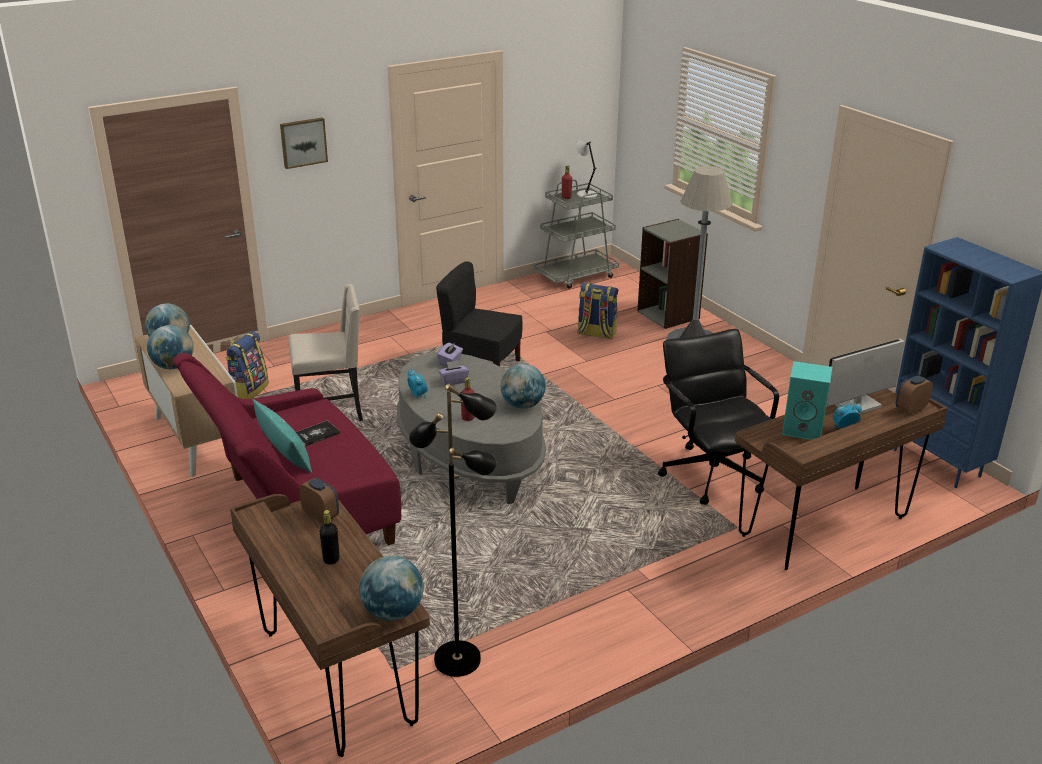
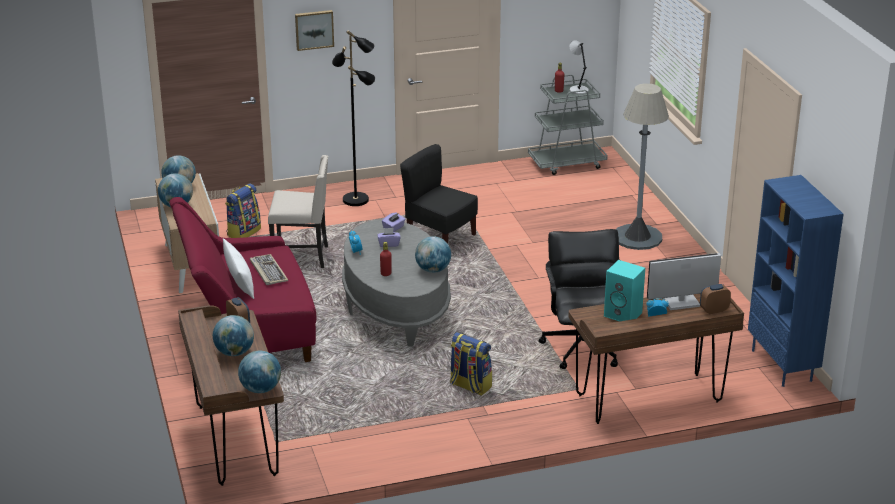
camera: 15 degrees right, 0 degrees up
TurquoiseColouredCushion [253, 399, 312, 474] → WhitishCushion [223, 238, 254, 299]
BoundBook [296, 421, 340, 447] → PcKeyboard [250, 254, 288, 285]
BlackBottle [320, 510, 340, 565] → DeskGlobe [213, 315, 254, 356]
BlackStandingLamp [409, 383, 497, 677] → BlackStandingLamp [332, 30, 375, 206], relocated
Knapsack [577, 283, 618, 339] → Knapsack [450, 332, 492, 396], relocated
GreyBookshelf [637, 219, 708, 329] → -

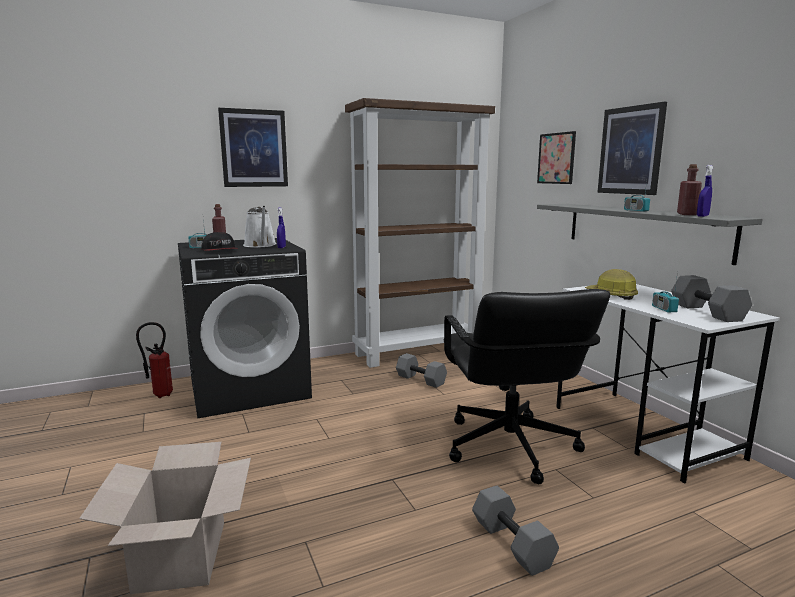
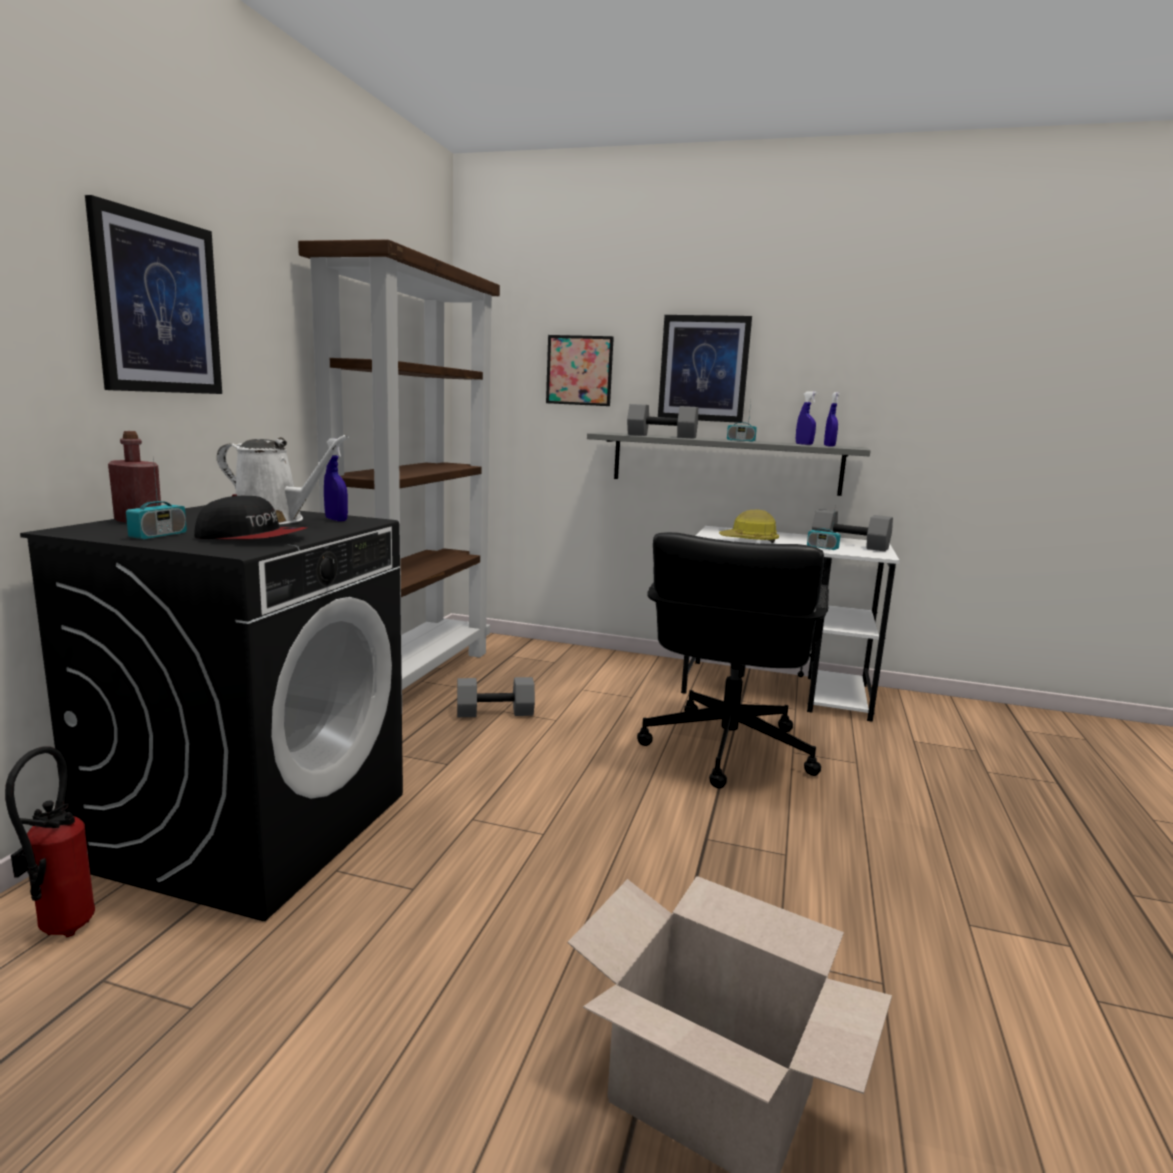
camera: 50 degrees left, 0 degrees up
BlackComputerChair [444, 289, 610, 484] → BlackComputerChair [637, 532, 829, 789], 75 degrees clockwise
GreyHandWeight [472, 486, 559, 576] → GreyHandWeight [627, 404, 698, 439], relocated
RedColouredBottle [677, 164, 702, 215] → BlueColouredSprayer [796, 391, 818, 445]

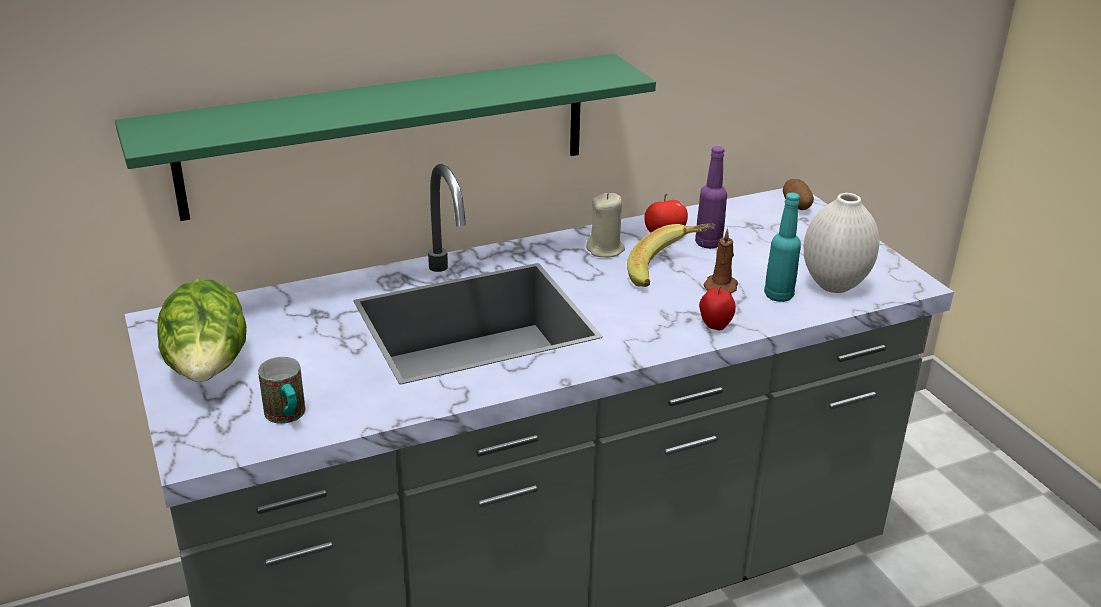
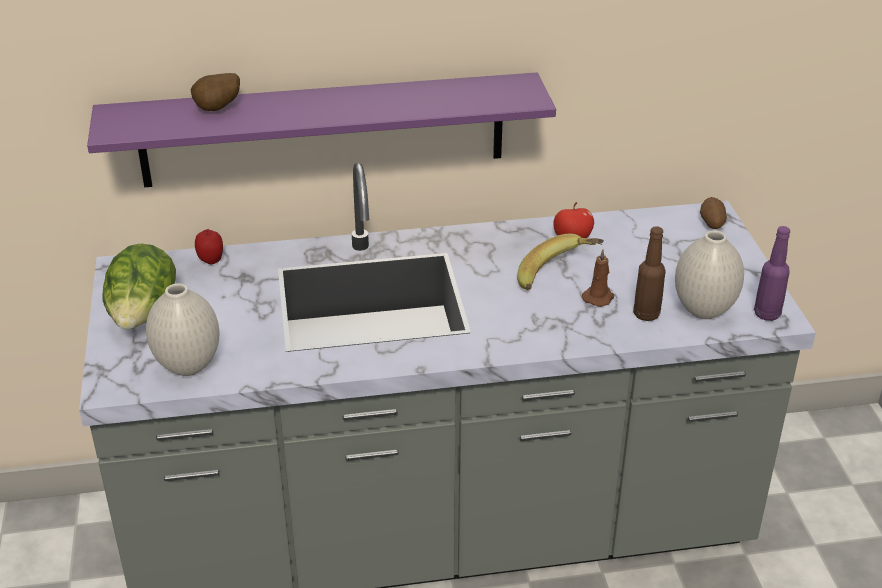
camera: 15 degrees right, 5 degrees up
GreenishShelf [115, 54, 656, 221] → PurpleColouredShelf [87, 72, 556, 187]
Mug [258, 357, 305, 424] → WhitishVase [146, 283, 219, 376]
BeigeColouredWaxCandle [586, 193, 625, 257] → -
PurpleColouredBottle [695, 146, 727, 249] → PurpleColouredBottle [754, 226, 790, 321], relocated
WholeApple [699, 286, 736, 330] → WholeApple [195, 229, 223, 264], relocated
TurquoiseColouredBottle [764, 193, 801, 302] → BrownishBottle [633, 226, 666, 321]
- → Potato [191, 73, 240, 111]

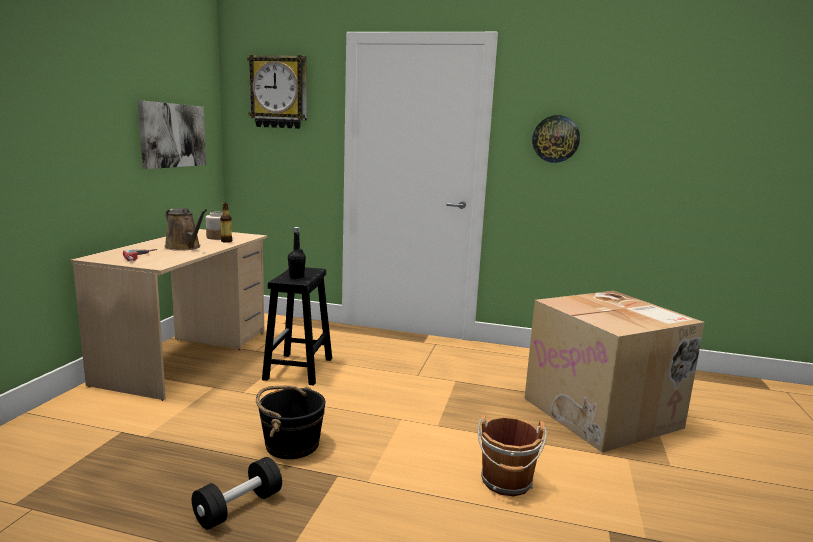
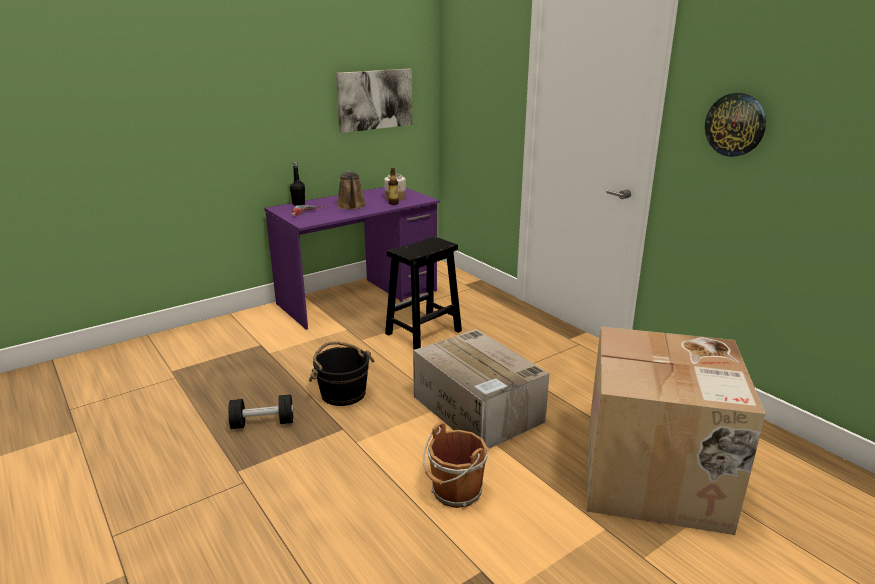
camera: 40 degrees right, 10 degrees up
BeigeColouredDesk [70, 229, 267, 401] → PurpleColouredDesk [264, 187, 440, 330]
WallClock [247, 55, 307, 129] → -
BlackBottle [288, 227, 306, 279] → BlackBottle [290, 162, 305, 206], relocated
- → PackingBox [413, 329, 550, 449]

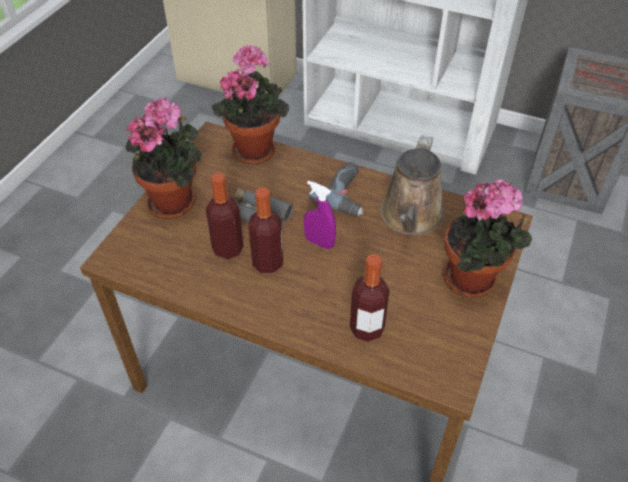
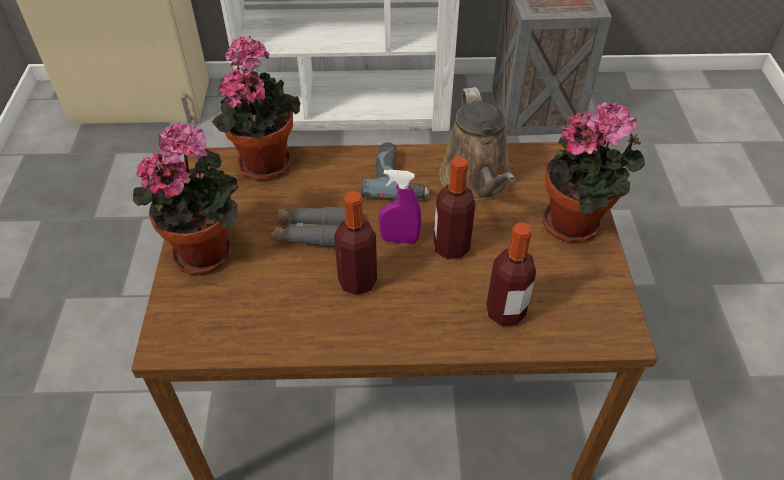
camera: 25 degrees left, 0 degrees up
Bottle [206, 173, 244, 259] → Bottle [434, 157, 475, 259], relocated

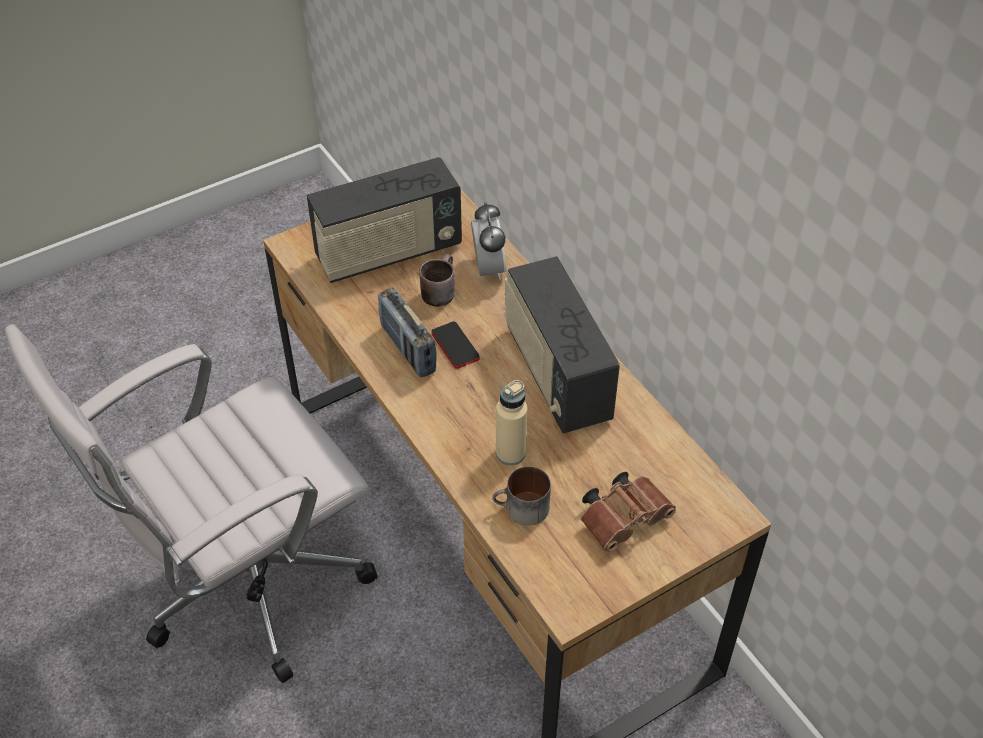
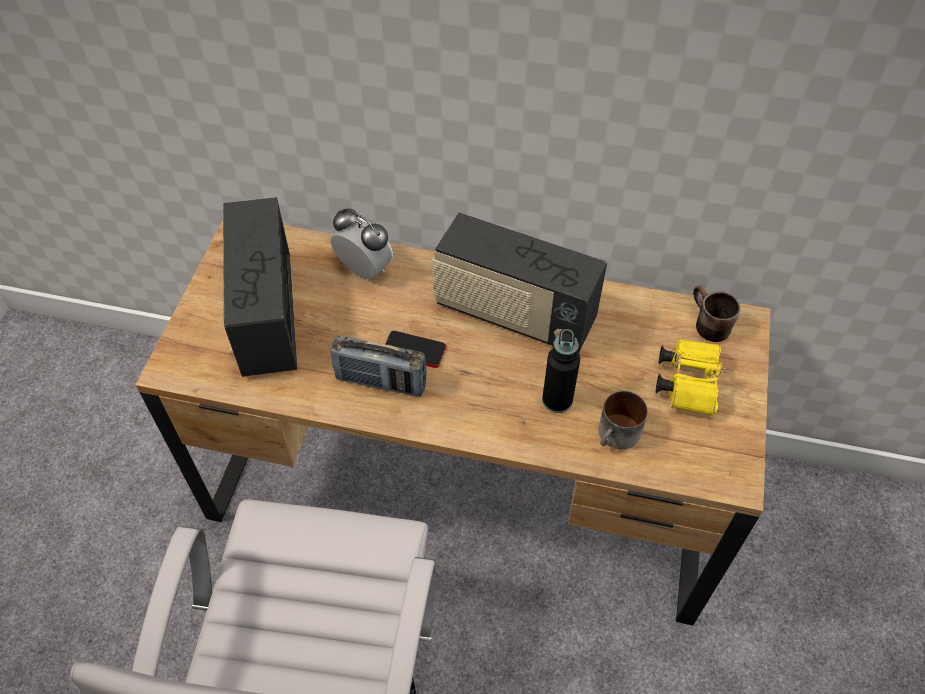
camera: 45 degrees left, 5 degrees up
RadioSet [307, 157, 462, 283] → RadioSet [223, 197, 297, 377], 150 degrees clockwise
BrownishMug [419, 253, 455, 307] → BrownishMug [693, 285, 741, 342], relocated
BeigeColouredBottle [496, 380, 527, 465] → BlackBottle [542, 329, 580, 413]
BrownishBinoculars [581, 472, 676, 552] → YellowBinoculars [656, 339, 726, 416]

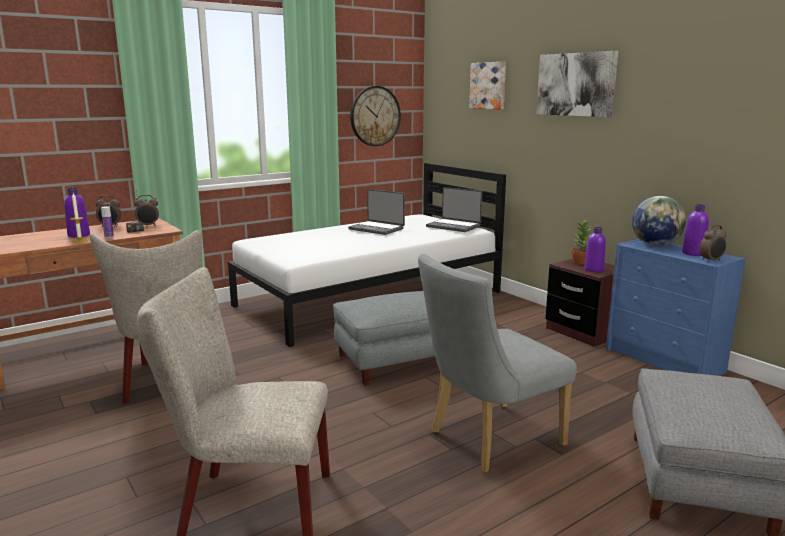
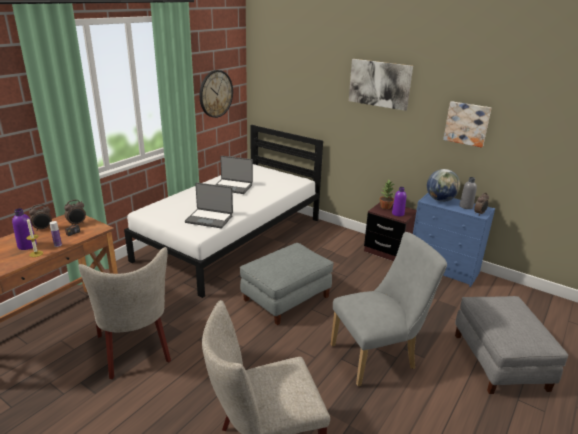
camera: 20 degrees left, 10 degrees up
GreyUprightChair [418, 254, 577, 473] → GreyUprightChair [331, 232, 447, 386], 150 degrees counterclockwise
NotebookComputer [426, 187, 482, 232] → NotebookComputer [185, 183, 233, 228], relocated
WallPicture [469, 62, 506, 110] → WallPicture [443, 101, 492, 148], relocated
PurpleColouredBottle [682, 204, 709, 256] → GreyBottle [459, 177, 477, 209]

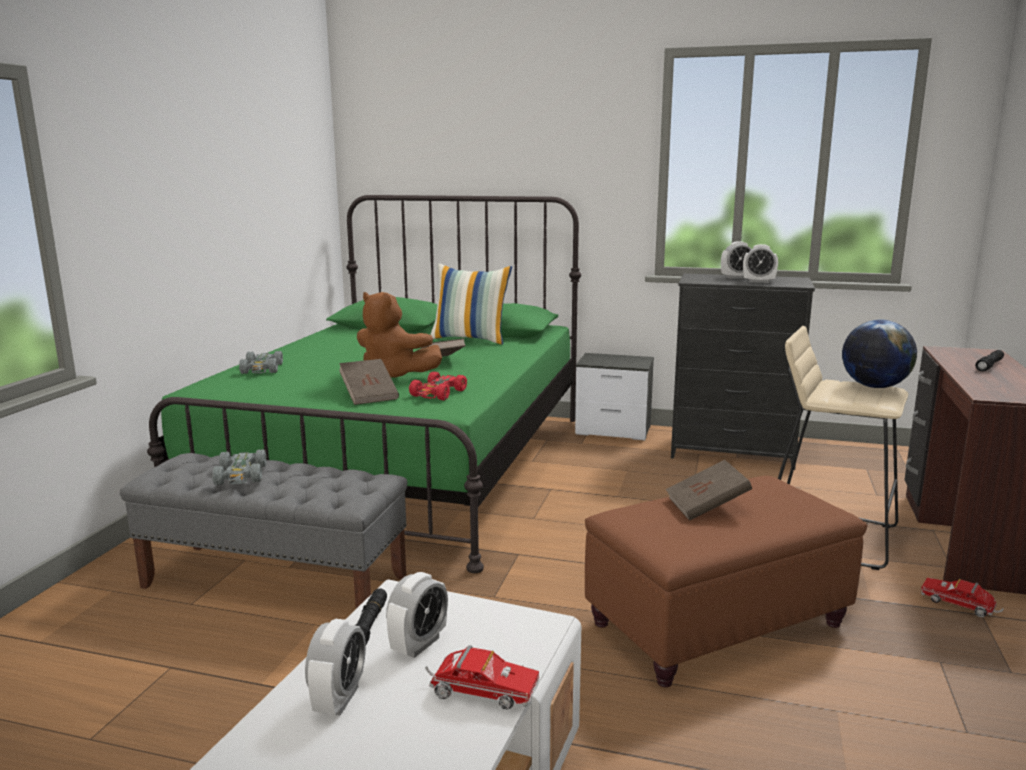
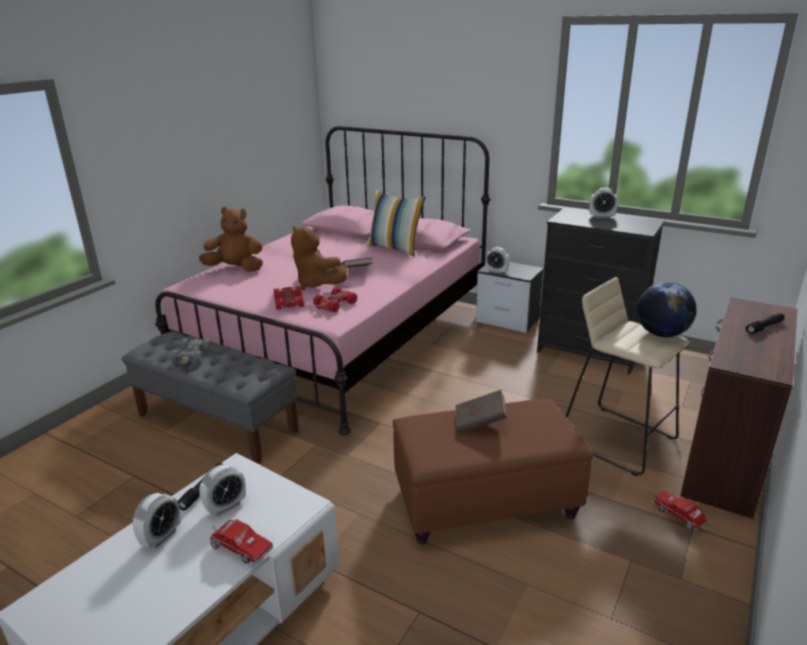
camera: 15 degrees right, 10 degrees up
GreenishBedroomBed [147, 195, 581, 573] → PinkColouredBedroomBed [155, 126, 491, 435]
GreyMiniatureCar [239, 351, 283, 374] → BrownishPlushToy [199, 207, 263, 272]
BrownishBoundBook [339, 359, 399, 405] → RedColouredMiniatureCar [273, 286, 304, 310]
AlarmClock [743, 244, 778, 283] → AlarmClock [485, 247, 510, 274], relocated

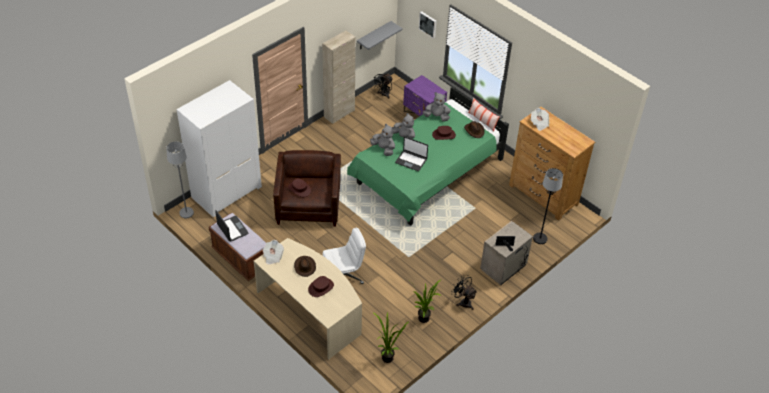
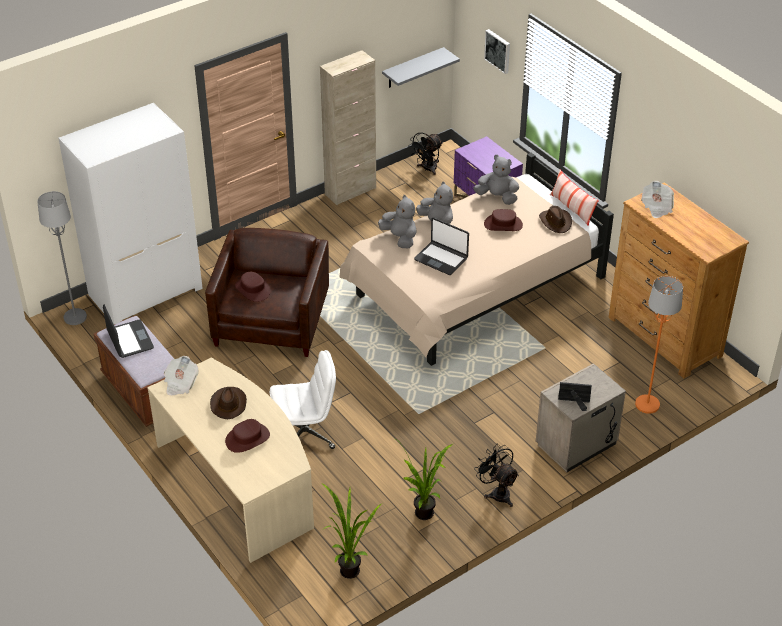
camera: 10 degrees right, 5 degrees down
GreenishBedroomBed [347, 86, 509, 226] → BeigeColouredBedroomBed [339, 153, 614, 366]
BlackStandingLamp [533, 168, 563, 244] → OrangeStandingLamp [635, 276, 683, 414]

